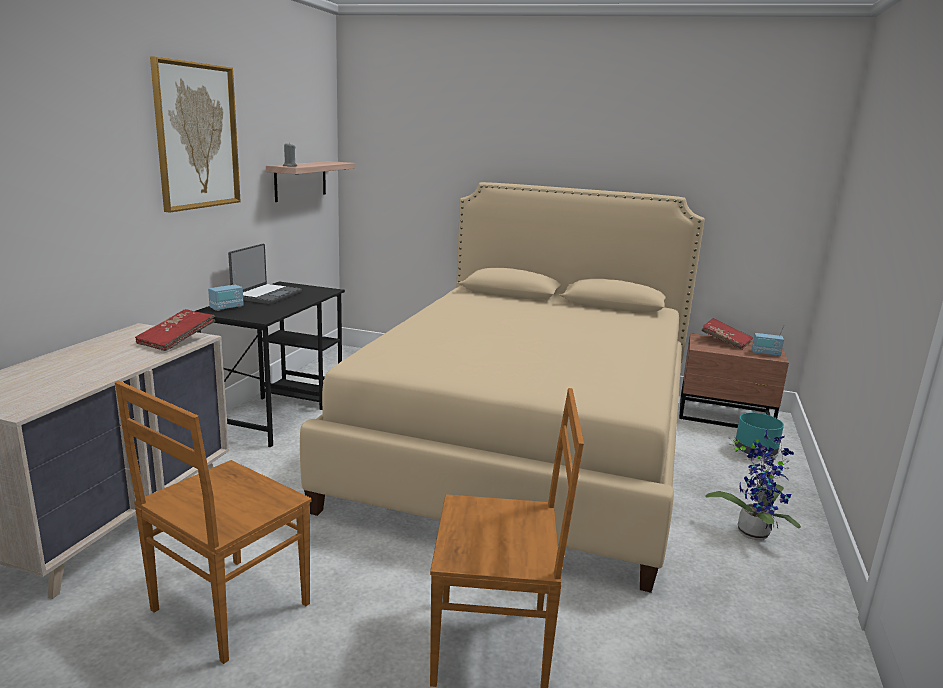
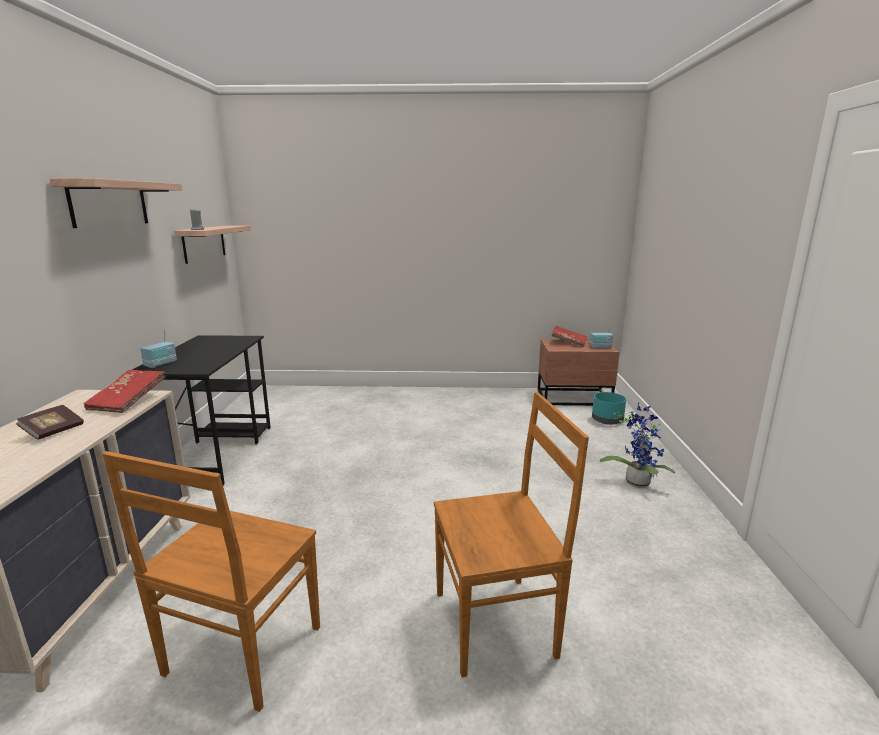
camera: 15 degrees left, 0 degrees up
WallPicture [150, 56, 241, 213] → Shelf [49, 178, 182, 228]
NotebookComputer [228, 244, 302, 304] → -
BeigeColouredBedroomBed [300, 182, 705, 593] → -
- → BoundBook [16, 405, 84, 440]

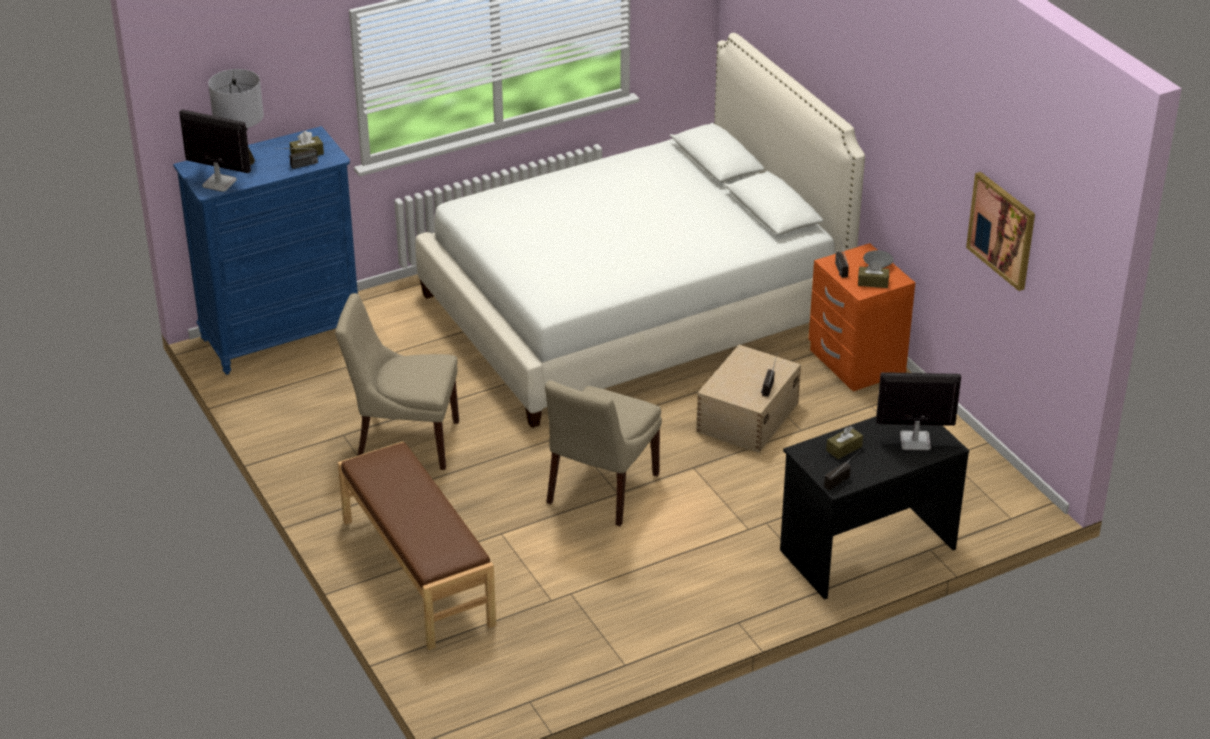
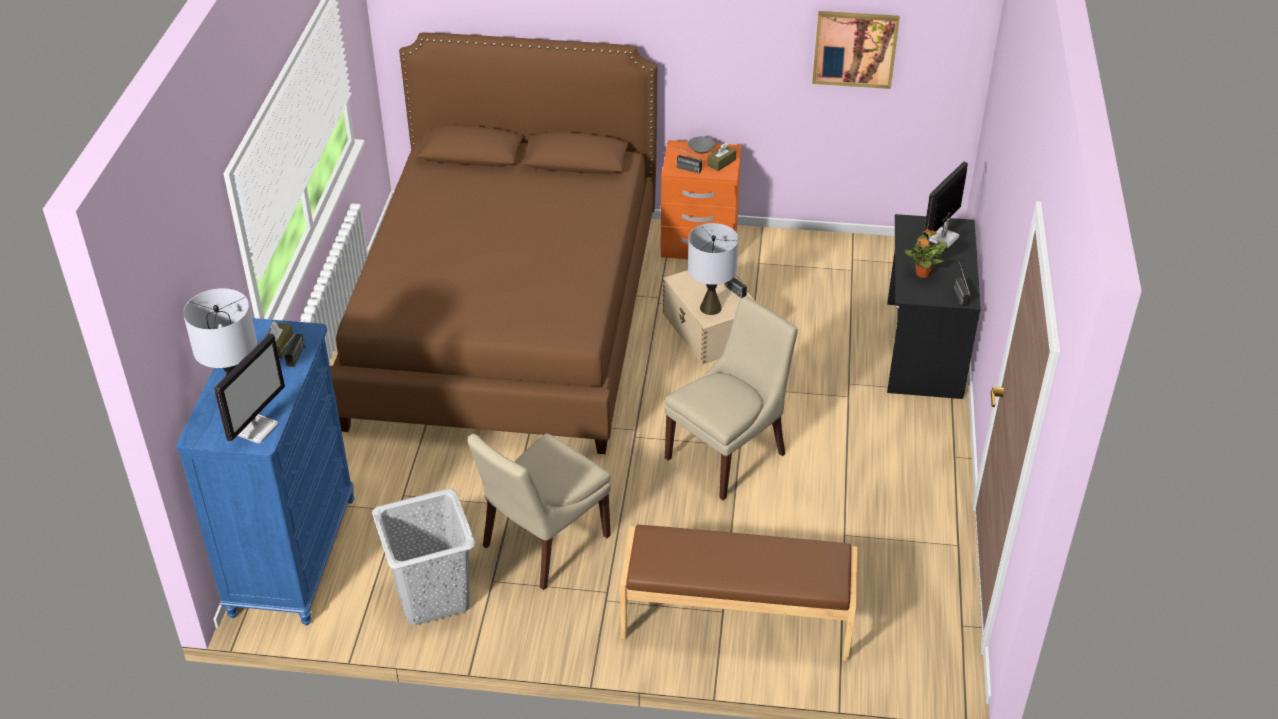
camera: 55 degrees left, 5 degrees up
Monitor [179, 110, 251, 192] → Monitor [214, 333, 285, 443], 150 degrees clockwise
WhitishBedroomBed [416, 33, 865, 428] → BrownishBedroomBed [330, 32, 657, 454]
BeigeColouredUprightChair [545, 380, 662, 526] → BeigeColouredUprightChair [664, 296, 798, 500], 105 degrees counterclockwise
BrownishTissueBox [826, 426, 863, 459] → PottedPlant [905, 229, 947, 278]
- → GreyHamper [372, 488, 475, 626]
- → GreyTabletopLamp [688, 223, 739, 315]

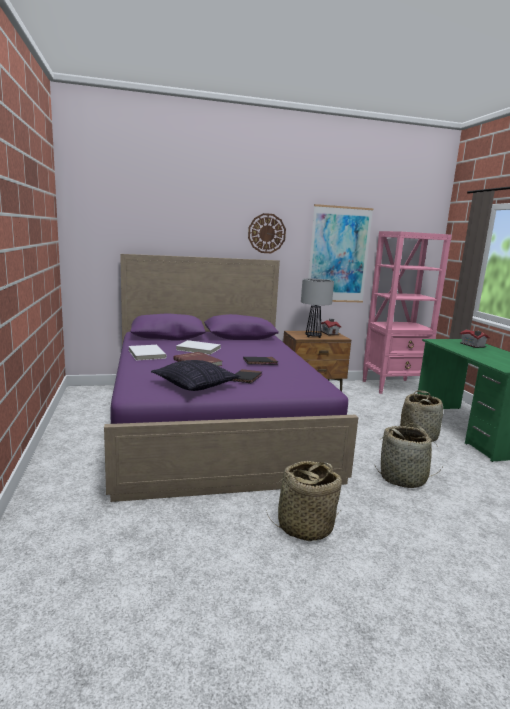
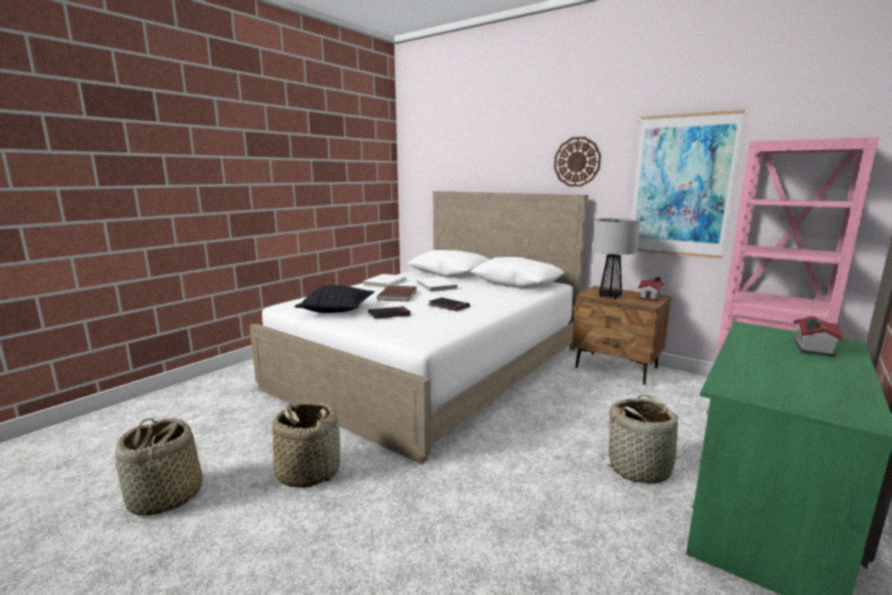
camera: 50 degrees right, 0 degrees up
PurpleColouredBedroomBed [104, 254, 358, 502] → WhitishBedroomBed [249, 191, 588, 464]
HouseholdBasket [374, 423, 444, 488] → HouseholdBasket [115, 418, 203, 516], relocated

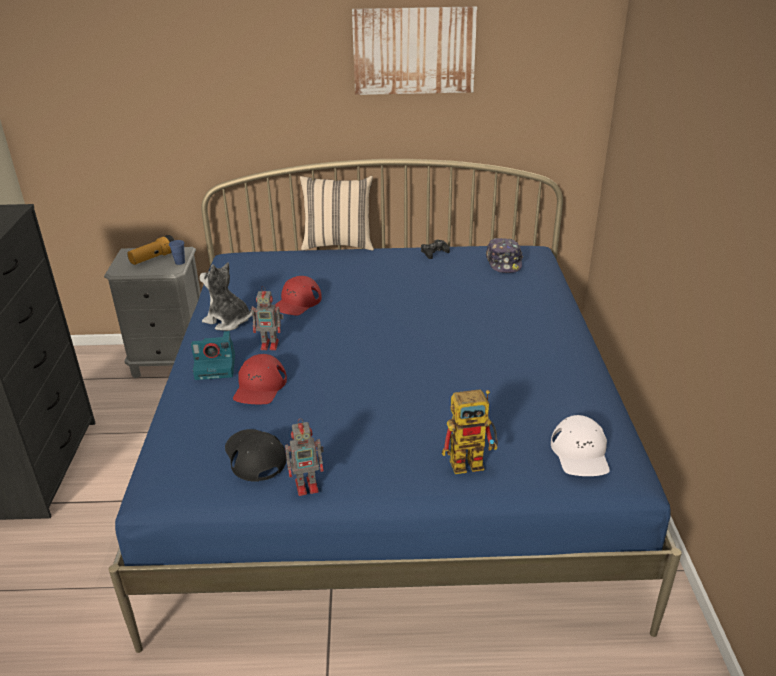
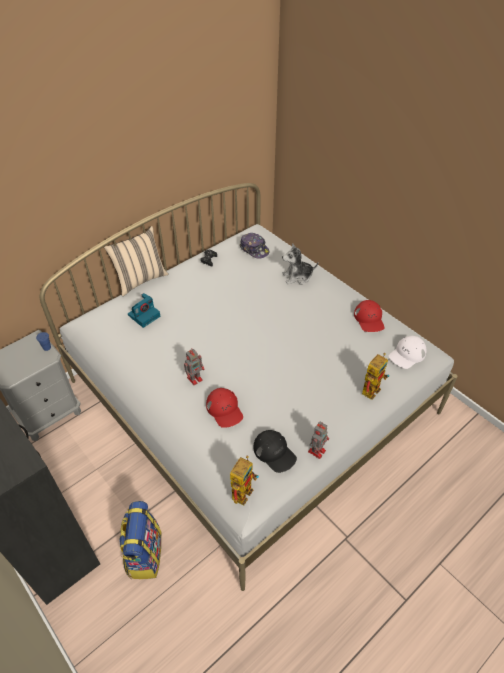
camera: 40 degrees left, 15 degrees up
BlueColouredBedroomBed [109, 159, 682, 653] → WhitishBedroomBed [40, 183, 458, 591]
Flashlight [127, 235, 174, 265] → -
PhotoCamera [191, 331, 235, 380] → PhotoCamera [128, 293, 160, 328], relocated
PlushToy [200, 262, 253, 331] → PlushToy [282, 243, 319, 285], relocated
BlackBaseballCap [225, 429, 286, 482] → BlackBaseballCap [254, 430, 297, 473], 150 degrees counterclockwise
RedColouredBaseballCap [275, 276, 322, 316] → RedColouredBaseballCap [354, 300, 385, 332], relocated
WallPicture [352, 6, 477, 95] → -
WhitishBaseballCap [551, 415, 610, 476] → WhitishBaseballCap [389, 336, 427, 369], 90 degrees clockwise
- → Knapsack [119, 501, 162, 579]
- → ModelRobot [230, 456, 259, 505]

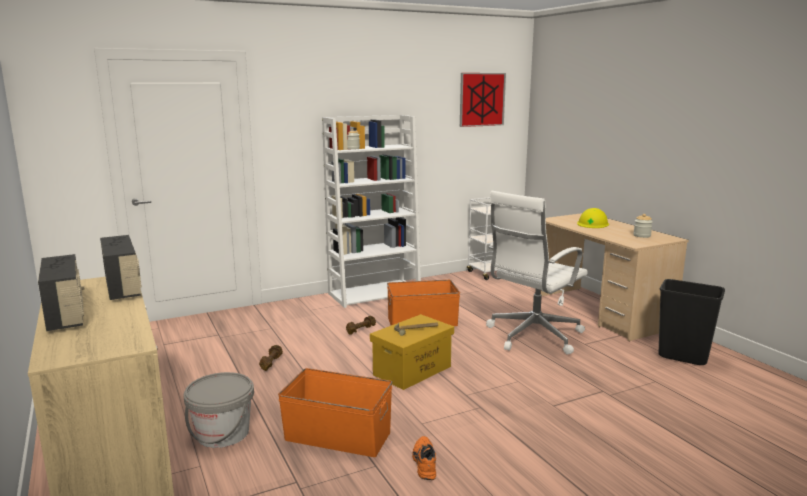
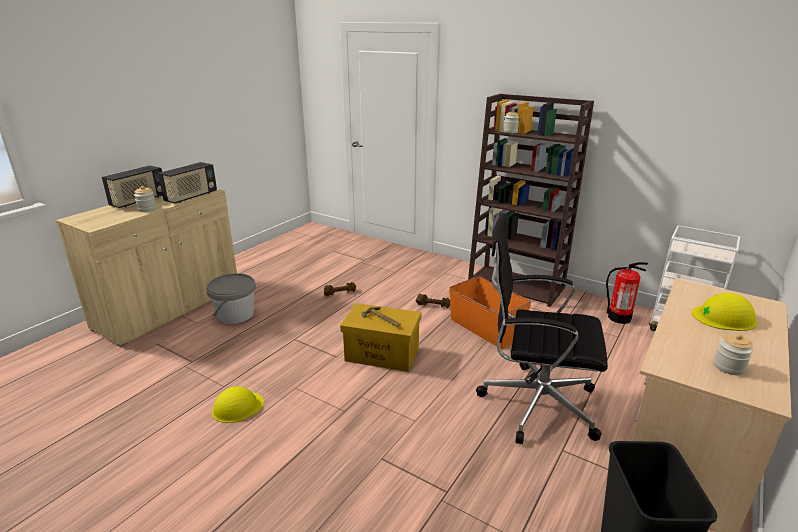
camera: 60 degrees right, 10 degrees up
OrangeStorageContainer [278, 368, 392, 457] → -
WhitishBookshelf [322, 115, 421, 308] → BrownishBookshelf [468, 94, 594, 307]
OrangeShoe [412, 436, 436, 480] → YellowSafetyHelmet [212, 386, 264, 423]
WallPicture [460, 73, 506, 127] → -
WhitishComputerChair [486, 191, 588, 355] → BlackComputerChair [476, 213, 608, 444]
- → StorageJar [134, 186, 156, 212]
- → Extinguisher [606, 262, 648, 324]

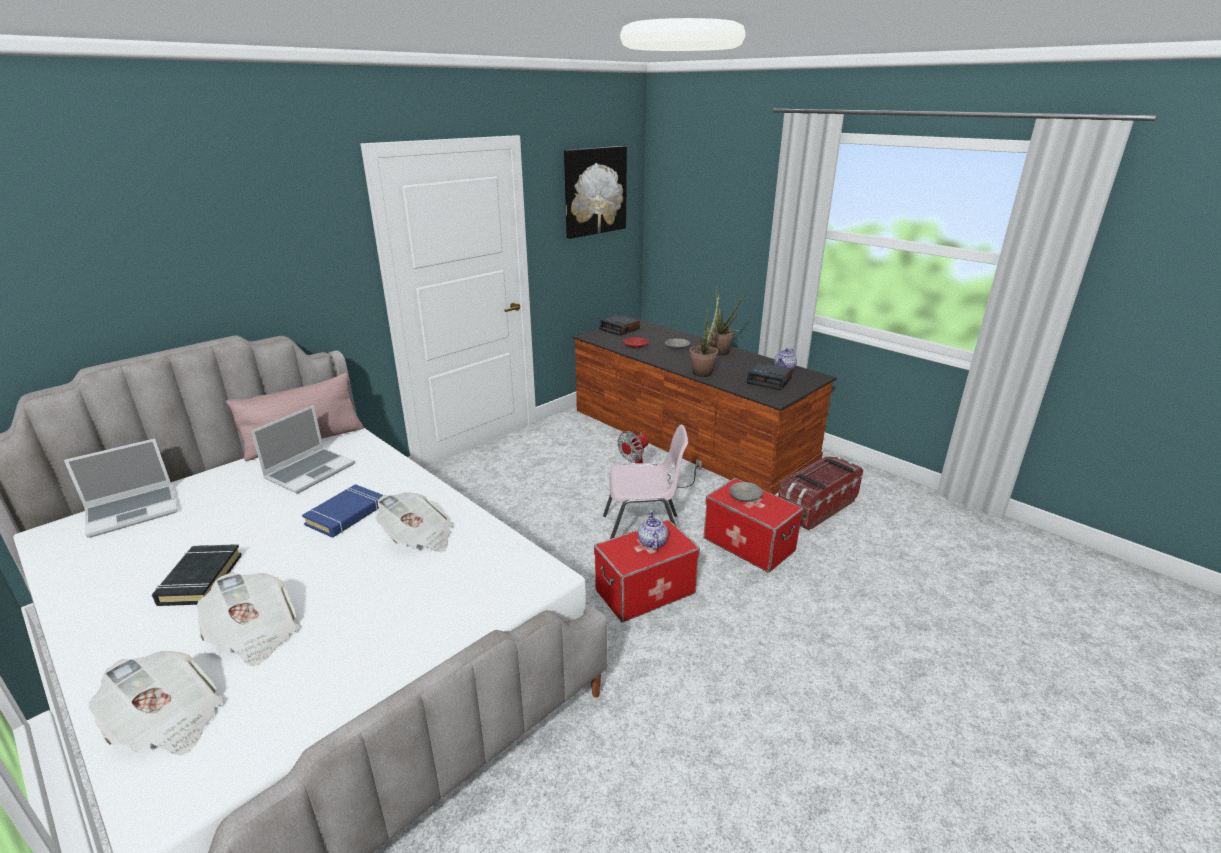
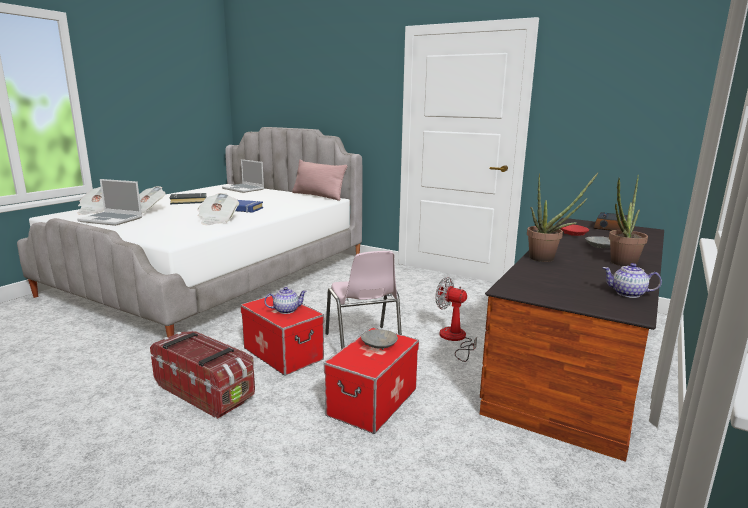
camera: 75 degrees right, 10 degrees down
NotebookComputer [251, 405, 355, 494] → NotebookComputer [77, 179, 142, 226], relocated
WallPicture [564, 146, 627, 239] → -
AlarmClock [746, 362, 793, 390] → -
StorageContainer [778, 457, 863, 531] → StorageContainer [150, 331, 255, 419], relocated

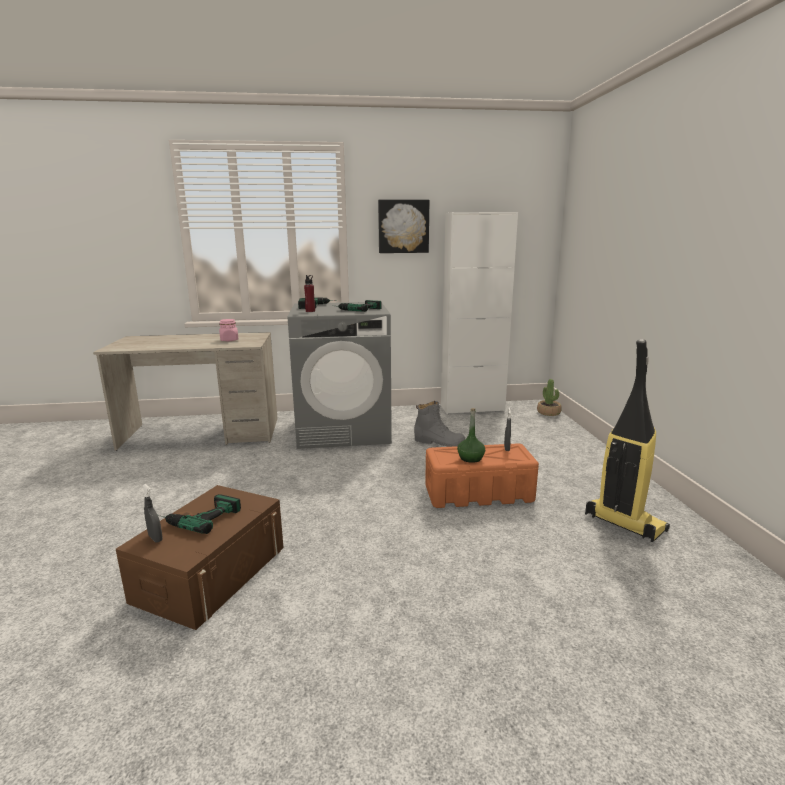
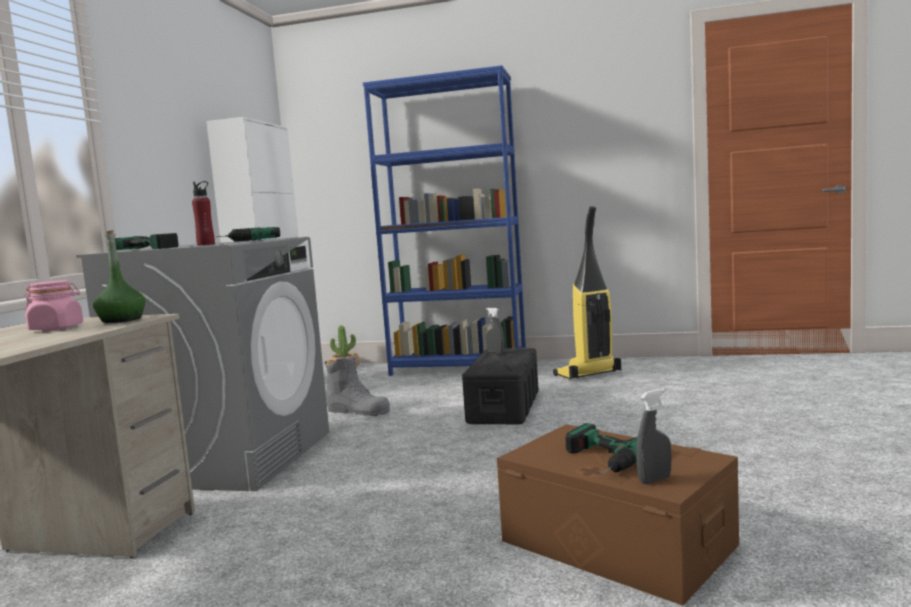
camera: 70 degrees left, 10 degrees down
WallPicture [378, 200, 429, 253] → -
GreyHighTopBoot [414, 401, 465, 447] → GreyHighTopBoot [325, 354, 390, 416], 75 degrees clockwise
OrangeStorageContainer [425, 443, 539, 508] → BlackStorageContainer [462, 348, 539, 424]
GreenishBottle [457, 408, 485, 463] → GreenishBottle [93, 230, 145, 323], relocated
- → BlueColouredBookshelf [363, 65, 526, 376]

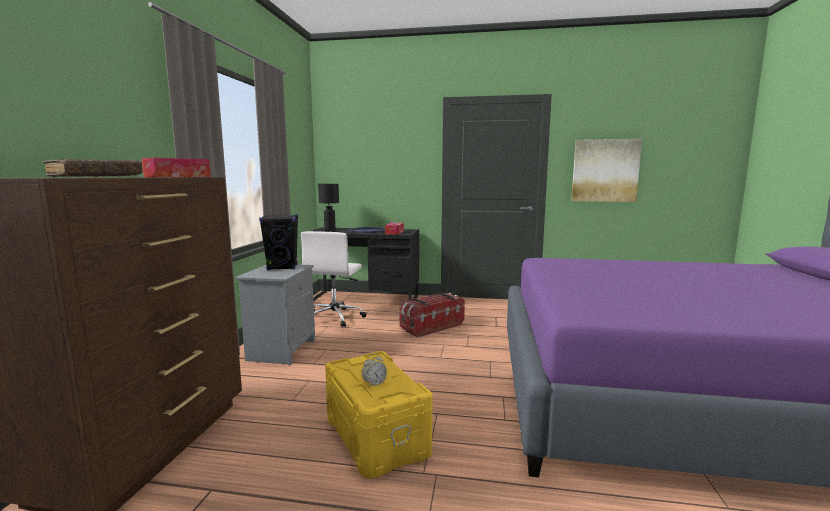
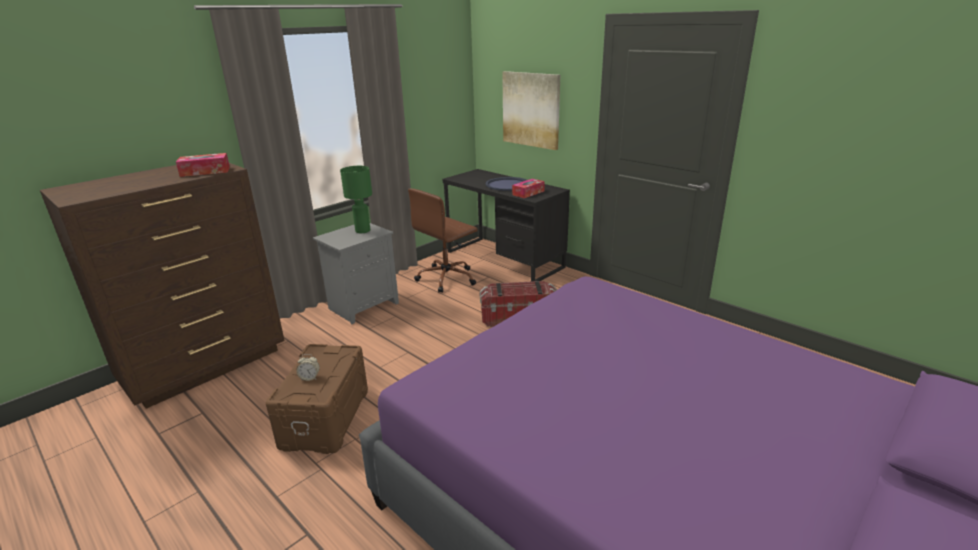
camera: 35 degrees right, 15 degrees up
BrownishBoundBook [44, 159, 143, 177] → -
BlackSpeaker [259, 214, 298, 270] → GreenishTabletopLamp [340, 166, 372, 233]
WhitishComputerChair [301, 231, 367, 327] → BrownishComputerChair [408, 189, 478, 293]
BlackTabletopLamp [318, 184, 339, 231] → -
YellowStorageContainer [325, 351, 433, 479] → BrownishStorageContainer [266, 344, 368, 454]
WallPicture [571, 139, 642, 202] → WallPicture [502, 71, 560, 150], relocated

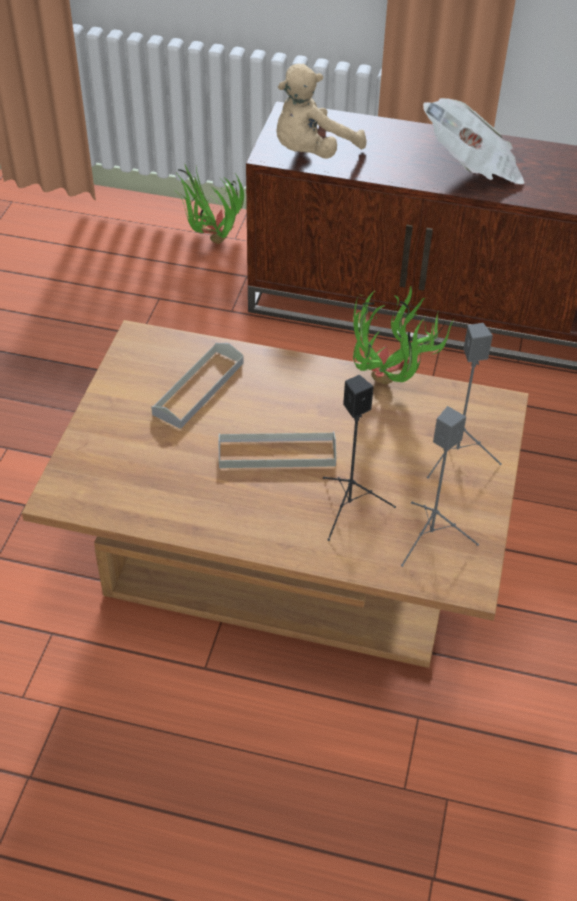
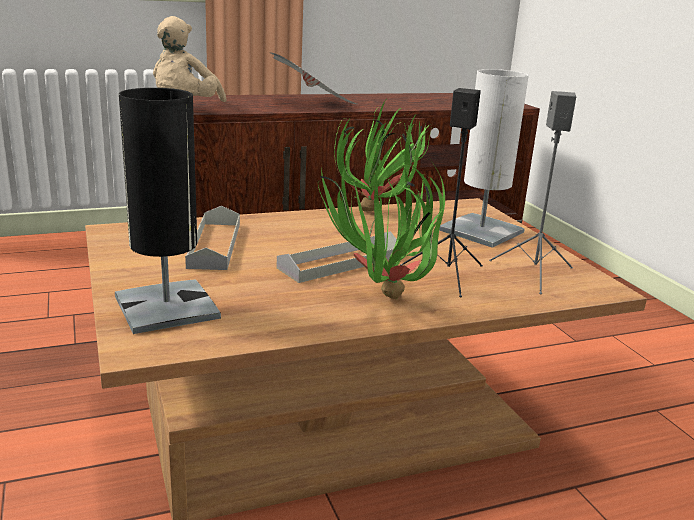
camera: 35 degrees left, 25 degrees down
PottedPlant [174, 163, 244, 244] → PottedPlant [318, 162, 445, 299], relocated
GreySpeaker [427, 323, 502, 479] → WhitishTabletopLamp [439, 69, 529, 248]
- → BlackTabletopLamp [115, 88, 221, 334]

